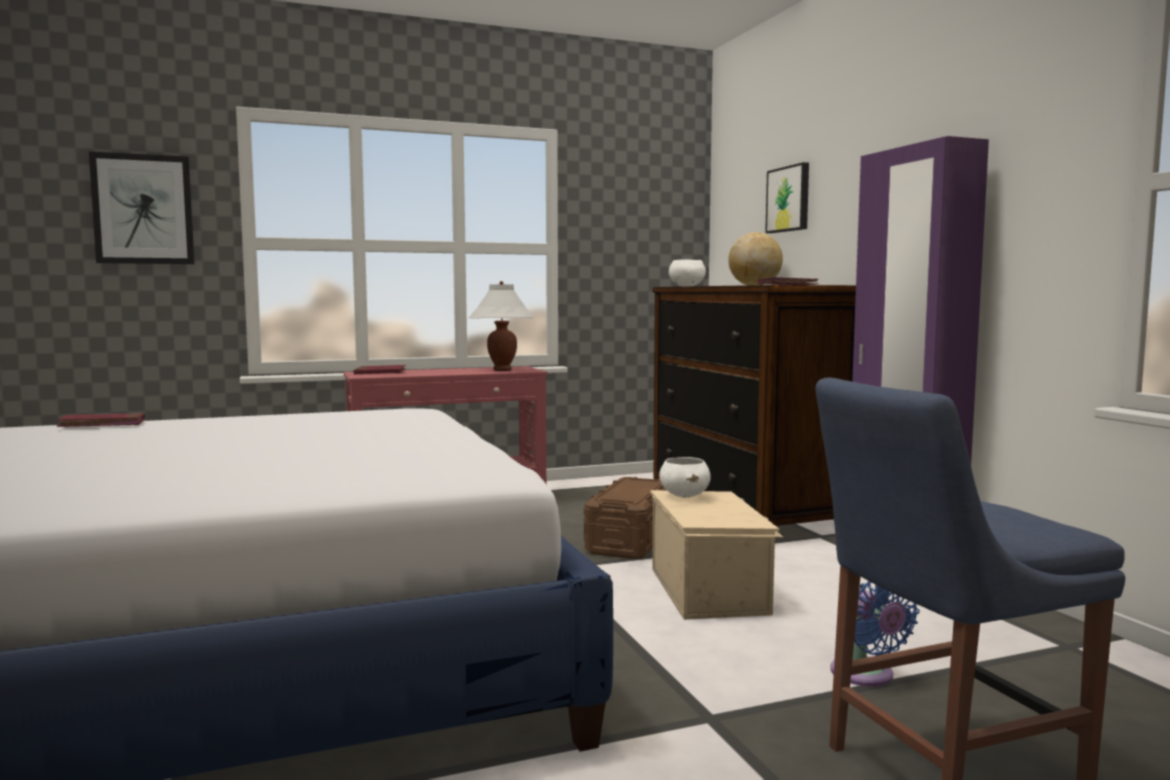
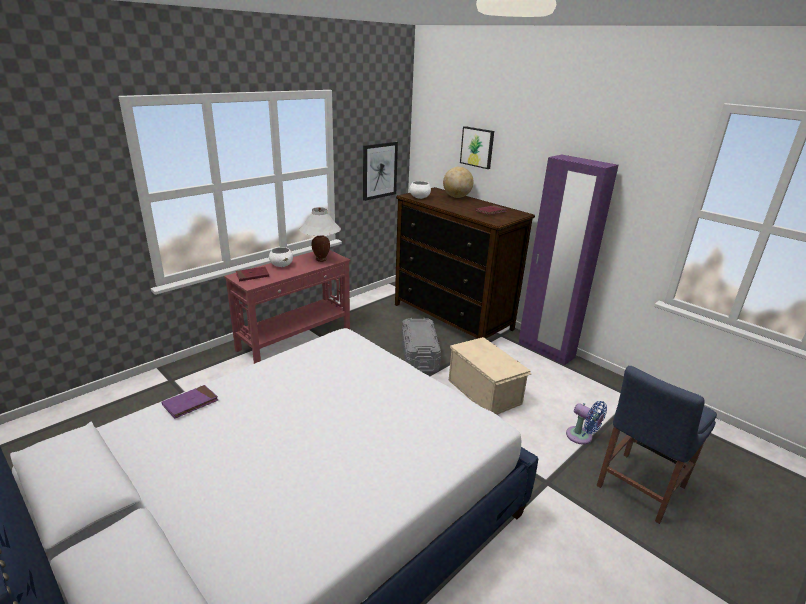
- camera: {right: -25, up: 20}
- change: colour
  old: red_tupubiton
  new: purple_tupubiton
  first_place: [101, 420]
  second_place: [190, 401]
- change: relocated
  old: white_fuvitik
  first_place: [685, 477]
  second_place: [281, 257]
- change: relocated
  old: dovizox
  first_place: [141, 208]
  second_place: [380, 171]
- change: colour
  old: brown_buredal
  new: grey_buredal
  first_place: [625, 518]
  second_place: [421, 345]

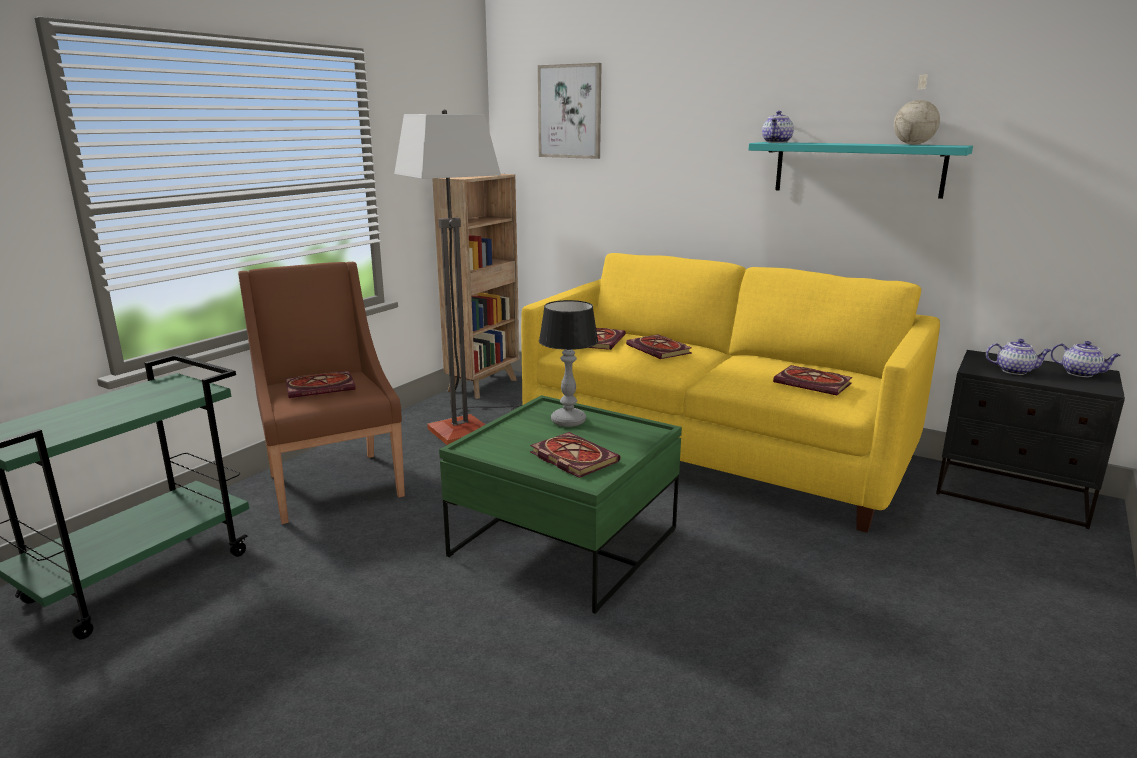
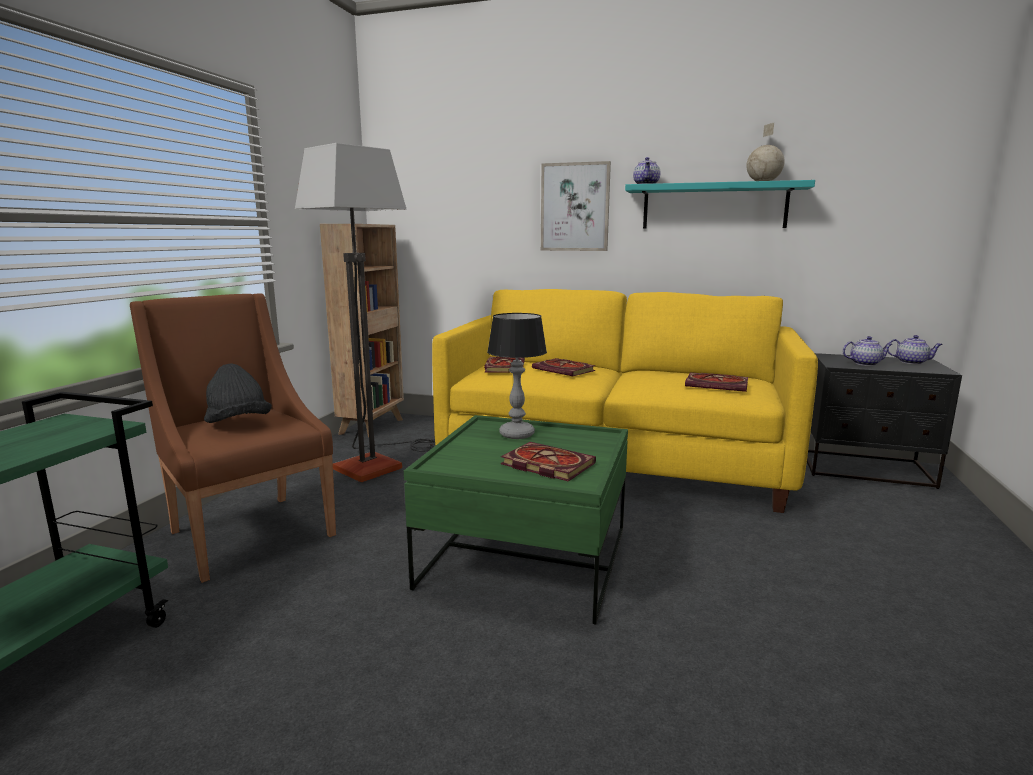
- camera: {right: -15, up: -5}
- change: exchanged
  old: tupubiton
  new: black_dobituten
  first_place: [320, 384]
  second_place: [238, 393]
- change: relocated
  old: dovizox
  first_place: [570, 111]
  second_place: [576, 206]

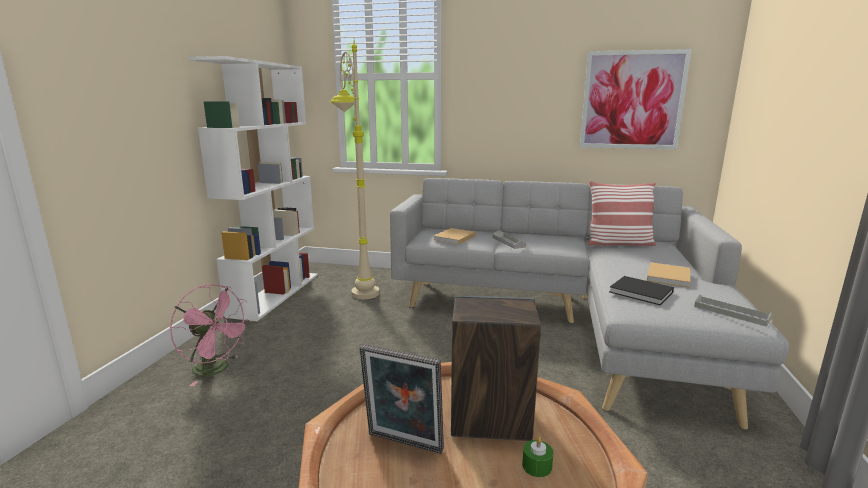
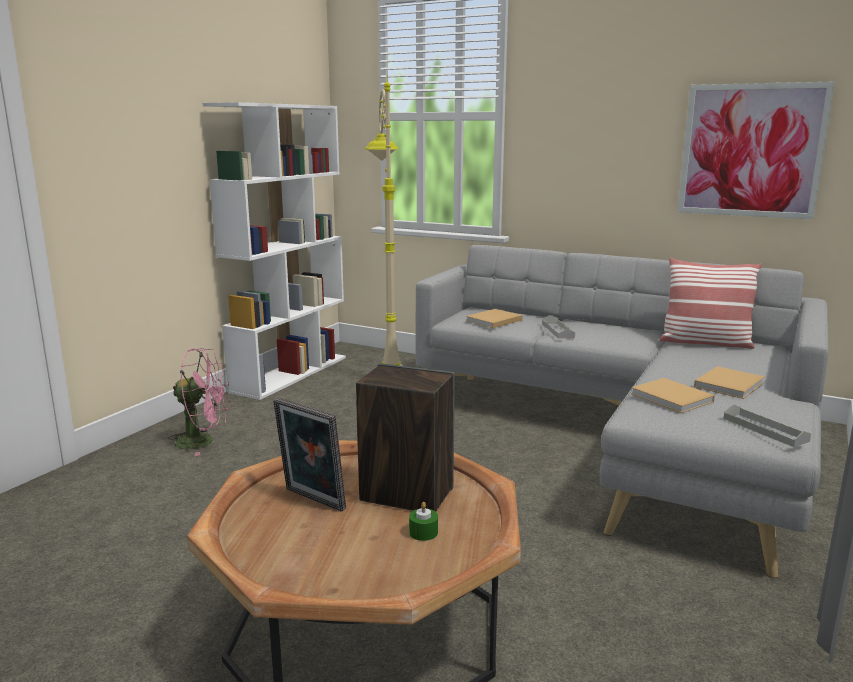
- camera: {right: 15, up: 0}
- change: spun
  old: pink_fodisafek
  first_place: [210, 335]
  second_place: [199, 402]
  degrees: -45
- change: colour
  old: black_tupubiton
  new: beige_tupubiton
  first_place: [641, 291]
  second_place: [673, 395]

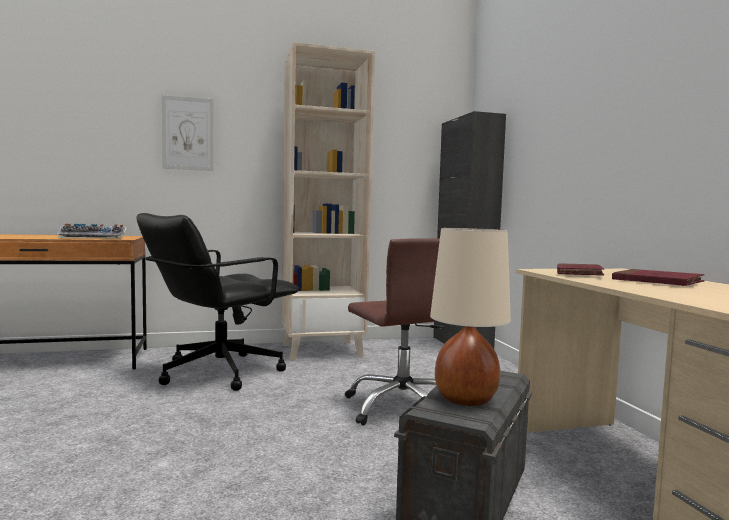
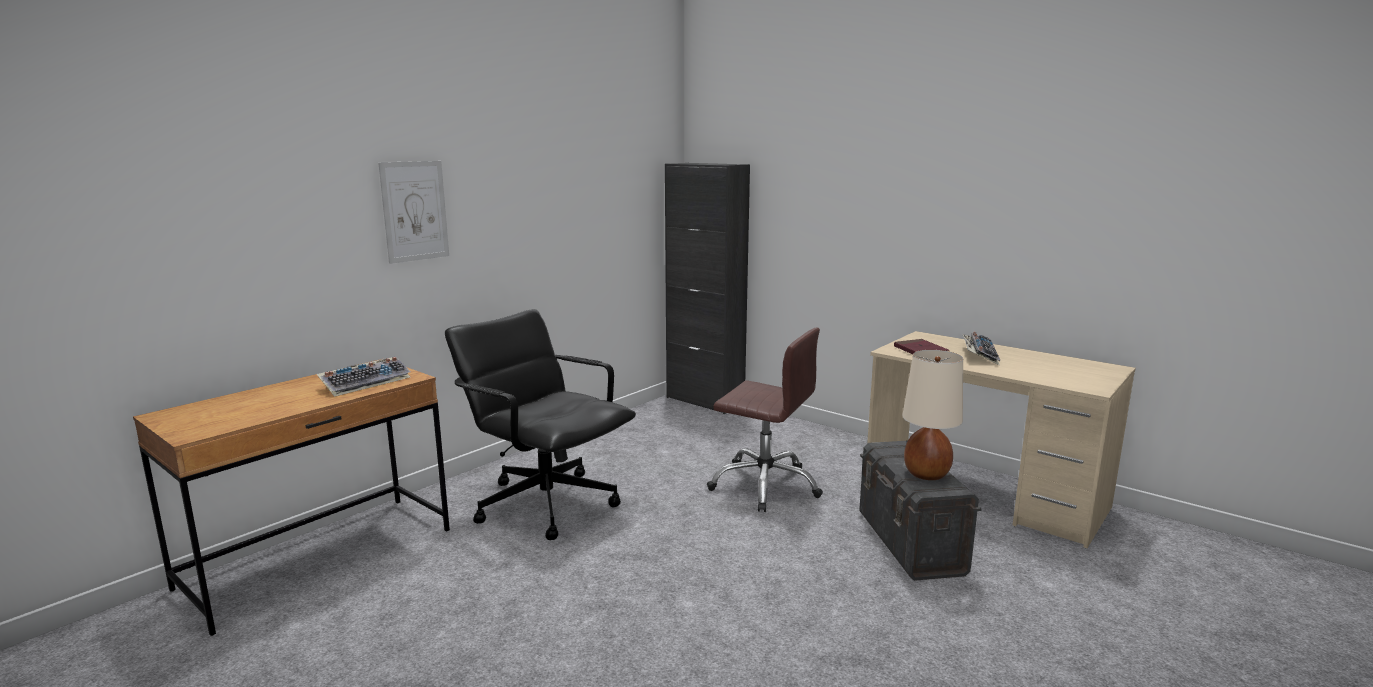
- camera: {right: -35, up: 10}
- change: spun
  old: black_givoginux
  first_place: [218, 302]
  second_place: [540, 424]
  degrees: 120
- change: exchanged
  old: red_tupubiton
  new: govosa
  first_place: [658, 277]
  second_place: [981, 348]
- change: missing
  old: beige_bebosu
  first_place: [328, 201]

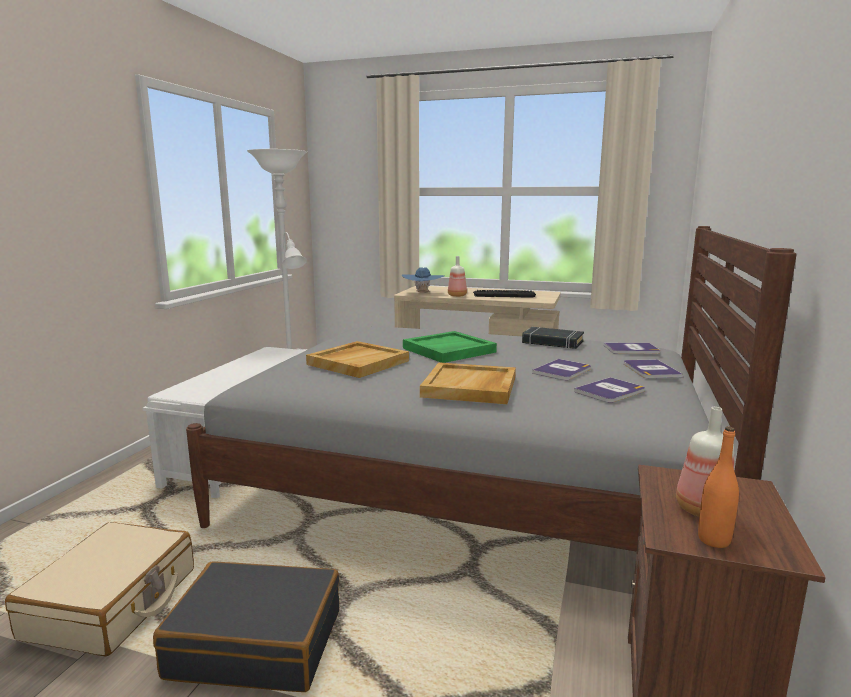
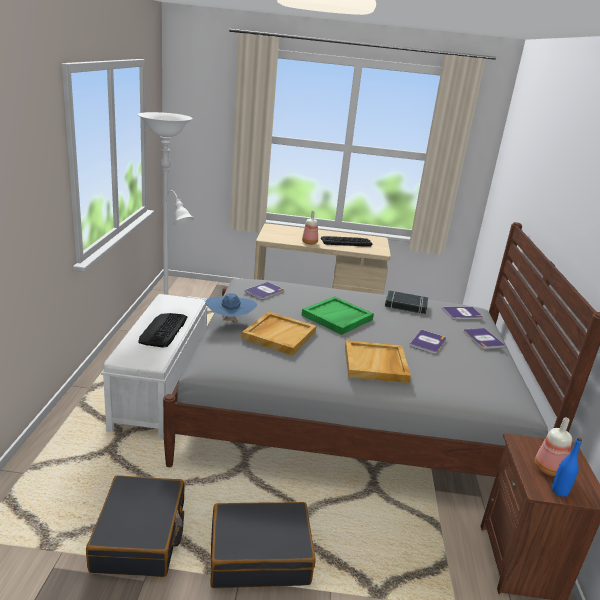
- camera: {right: -15, up: 10}
- change: colour
  old: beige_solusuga
  new: black_solusuga
  first_place: [99, 589]
  second_place: [135, 526]
- change: appeared
  new: govosa
  second_place: [162, 330]
- change: relocated
  old: blue_dobituten
  first_place: [423, 280]
  second_place: [231, 307]
- change: relocated
  old: tupubiton
  first_place: [609, 390]
  second_place: [264, 291]
- change: colour
  old: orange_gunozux
  new: blue_gunozux
  first_place: [718, 487]
  second_place: [567, 467]

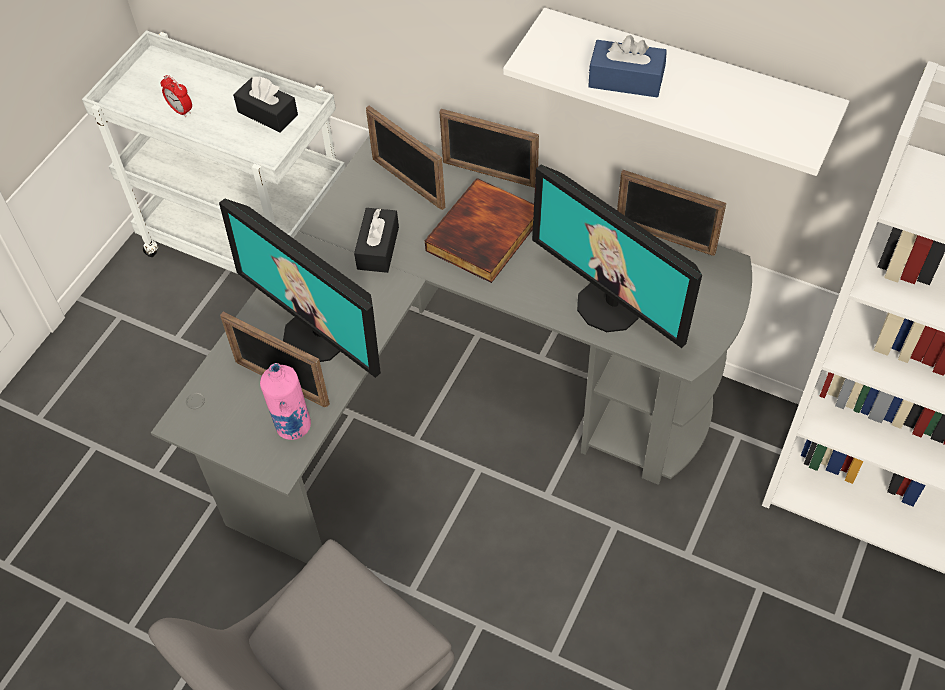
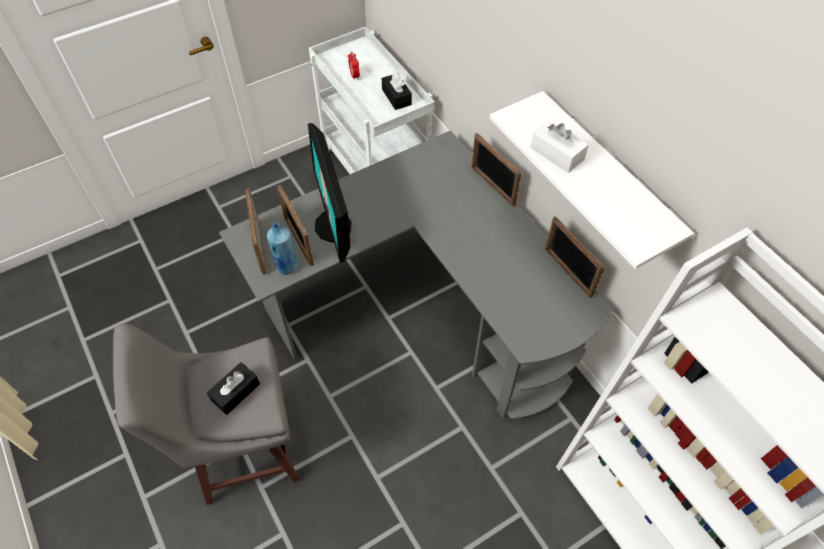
- camera: {right: 30, up: 0}
- change: relocated
  old: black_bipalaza
  first_place: [376, 240]
  second_place: [233, 388]
- change: relocated
  old: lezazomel
  first_place: [405, 158]
  second_place: [255, 231]
- change: colour
  old: pink_gunozux
  new: blue_gunozux
  first_place: [285, 401]
  second_place: [283, 249]
- change: colour
  old: blue_bipalaza
  new: white_bipalaza
  first_place: [627, 66]
  second_place: [560, 146]
- change: missing
  old: tupubiton
  first_place: [479, 230]
- change: missing
  old: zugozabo
  first_place: [617, 256]

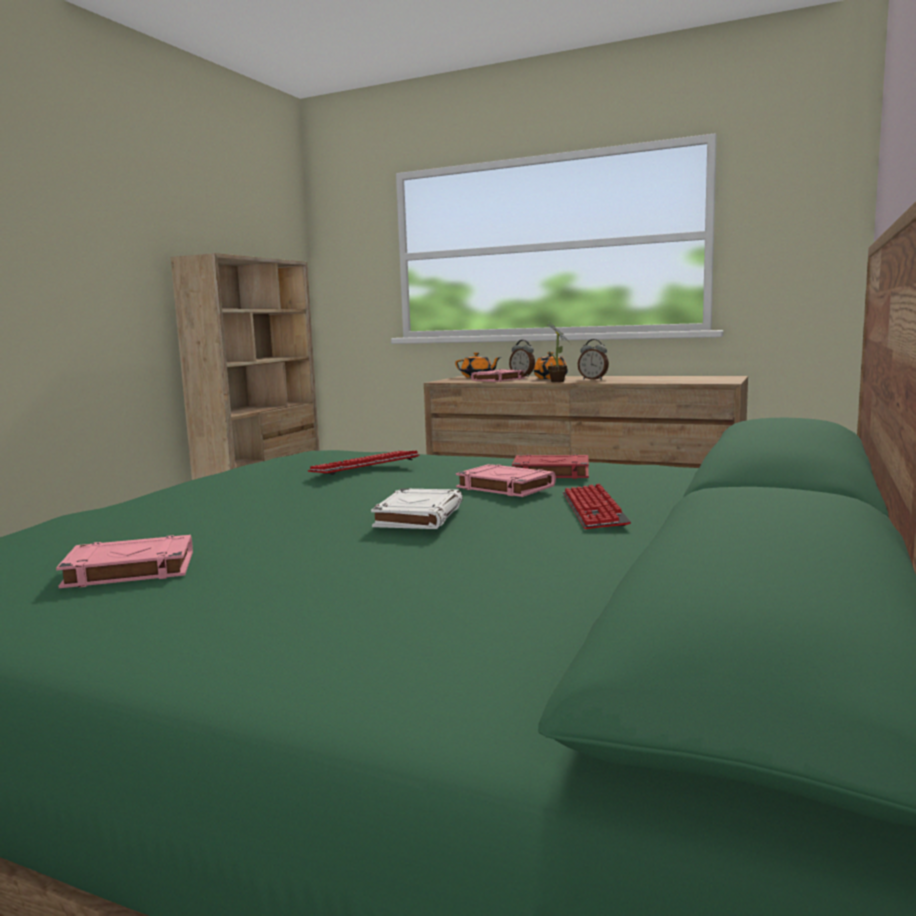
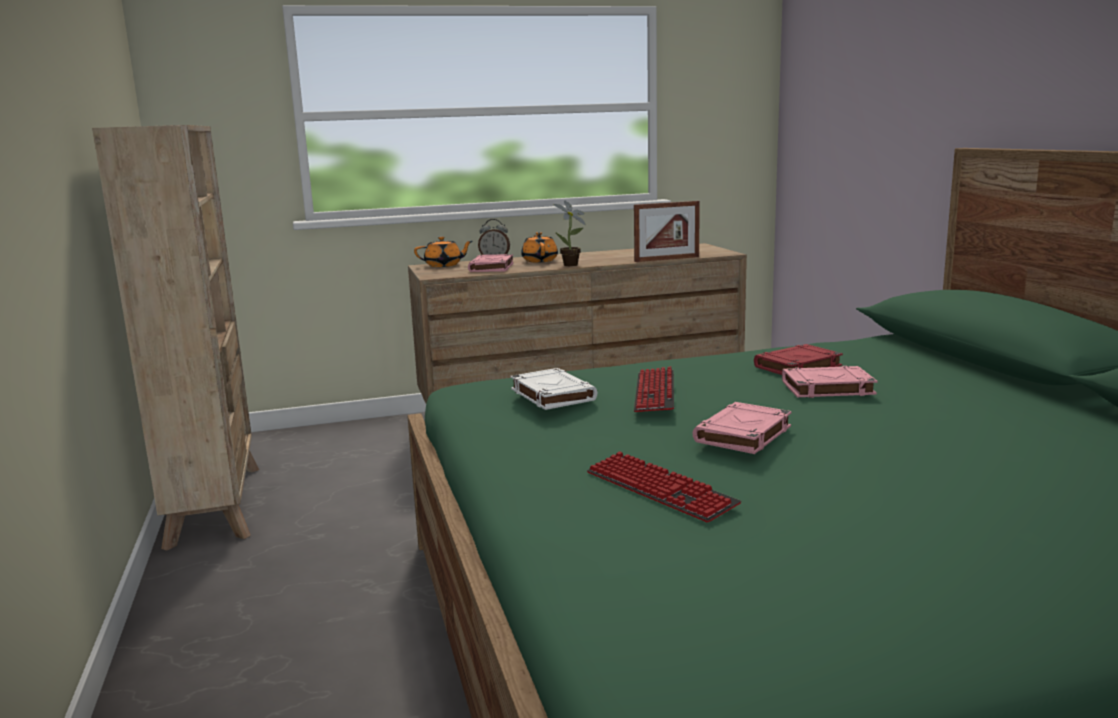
- camera: {right: -40, up: 5}
- change: relocated
  old: white_tupubiton
  first_place: [417, 508]
  second_place: [554, 389]
- change: relocated
  old: govosa
  first_place: [597, 506]
  second_place: [664, 486]
- change: appeared
  new: lezazomel
  second_place: [667, 231]
- change: relocated
  old: pink_tupubiton
  first_place: [124, 561]
  second_place: [742, 428]
- change: missing
  old: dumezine
  first_place: [593, 359]

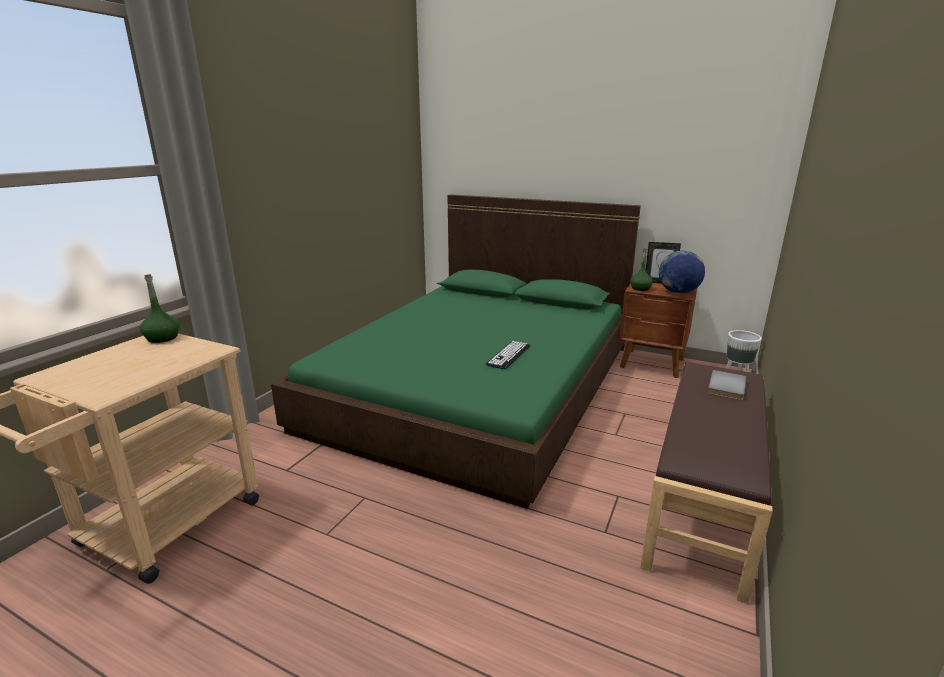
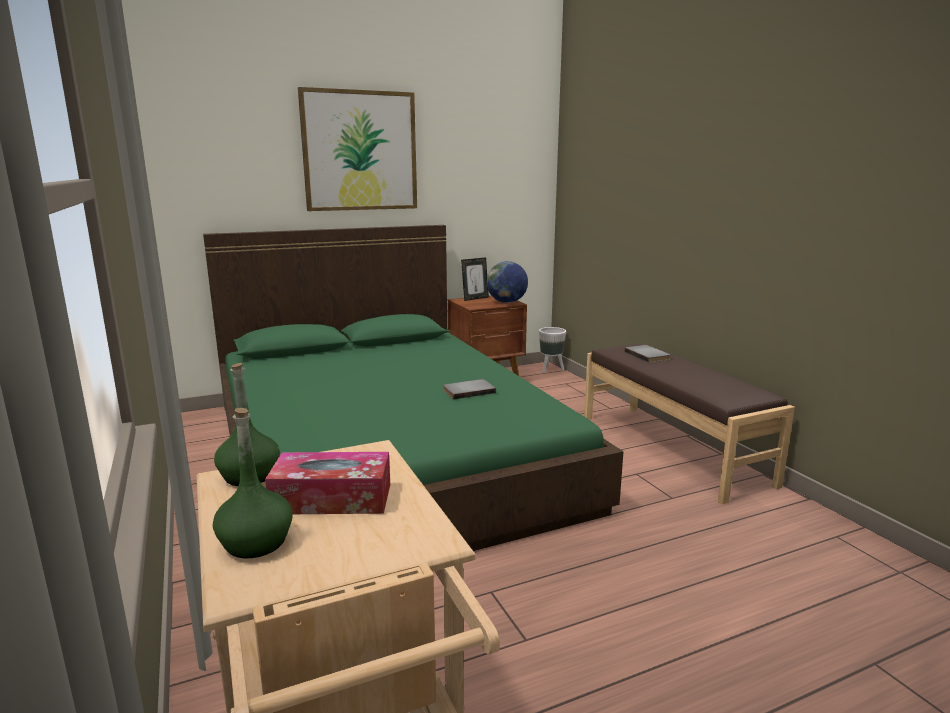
- camera: {right: -50, up: -5}
- change: relocated
  old: green_gunozux
  first_place: [641, 269]
  second_place: [252, 483]
- change: appeared
  new: bipalaza
  second_place: [327, 483]
- change: appeared
  new: dovizox
  second_place: [357, 149]
- change: exchanged
  old: govosa
  new: grey_tupubiton
  first_place: [508, 355]
  second_place: [469, 389]

